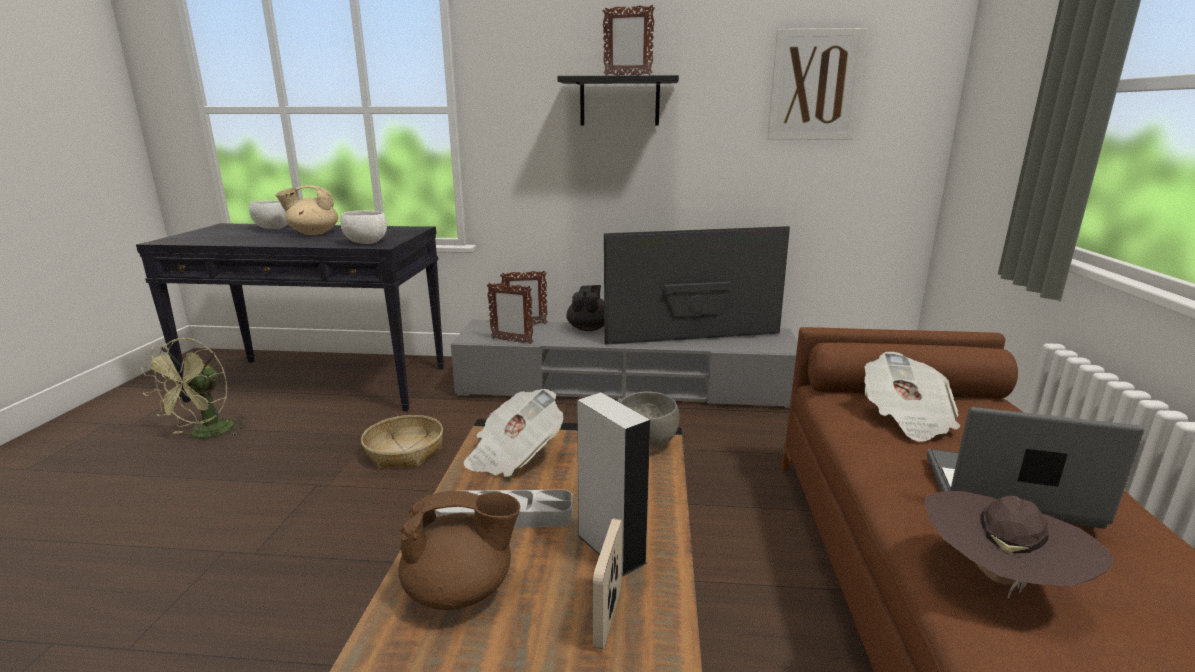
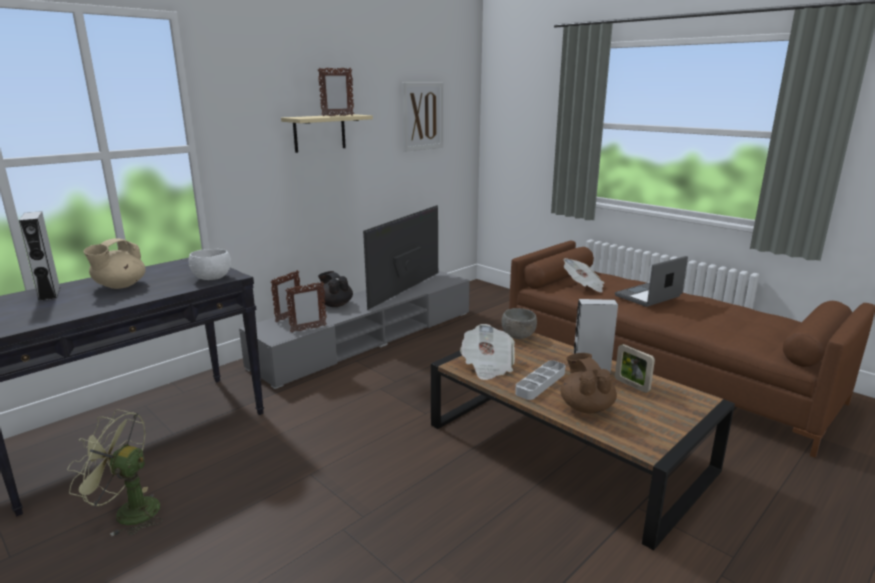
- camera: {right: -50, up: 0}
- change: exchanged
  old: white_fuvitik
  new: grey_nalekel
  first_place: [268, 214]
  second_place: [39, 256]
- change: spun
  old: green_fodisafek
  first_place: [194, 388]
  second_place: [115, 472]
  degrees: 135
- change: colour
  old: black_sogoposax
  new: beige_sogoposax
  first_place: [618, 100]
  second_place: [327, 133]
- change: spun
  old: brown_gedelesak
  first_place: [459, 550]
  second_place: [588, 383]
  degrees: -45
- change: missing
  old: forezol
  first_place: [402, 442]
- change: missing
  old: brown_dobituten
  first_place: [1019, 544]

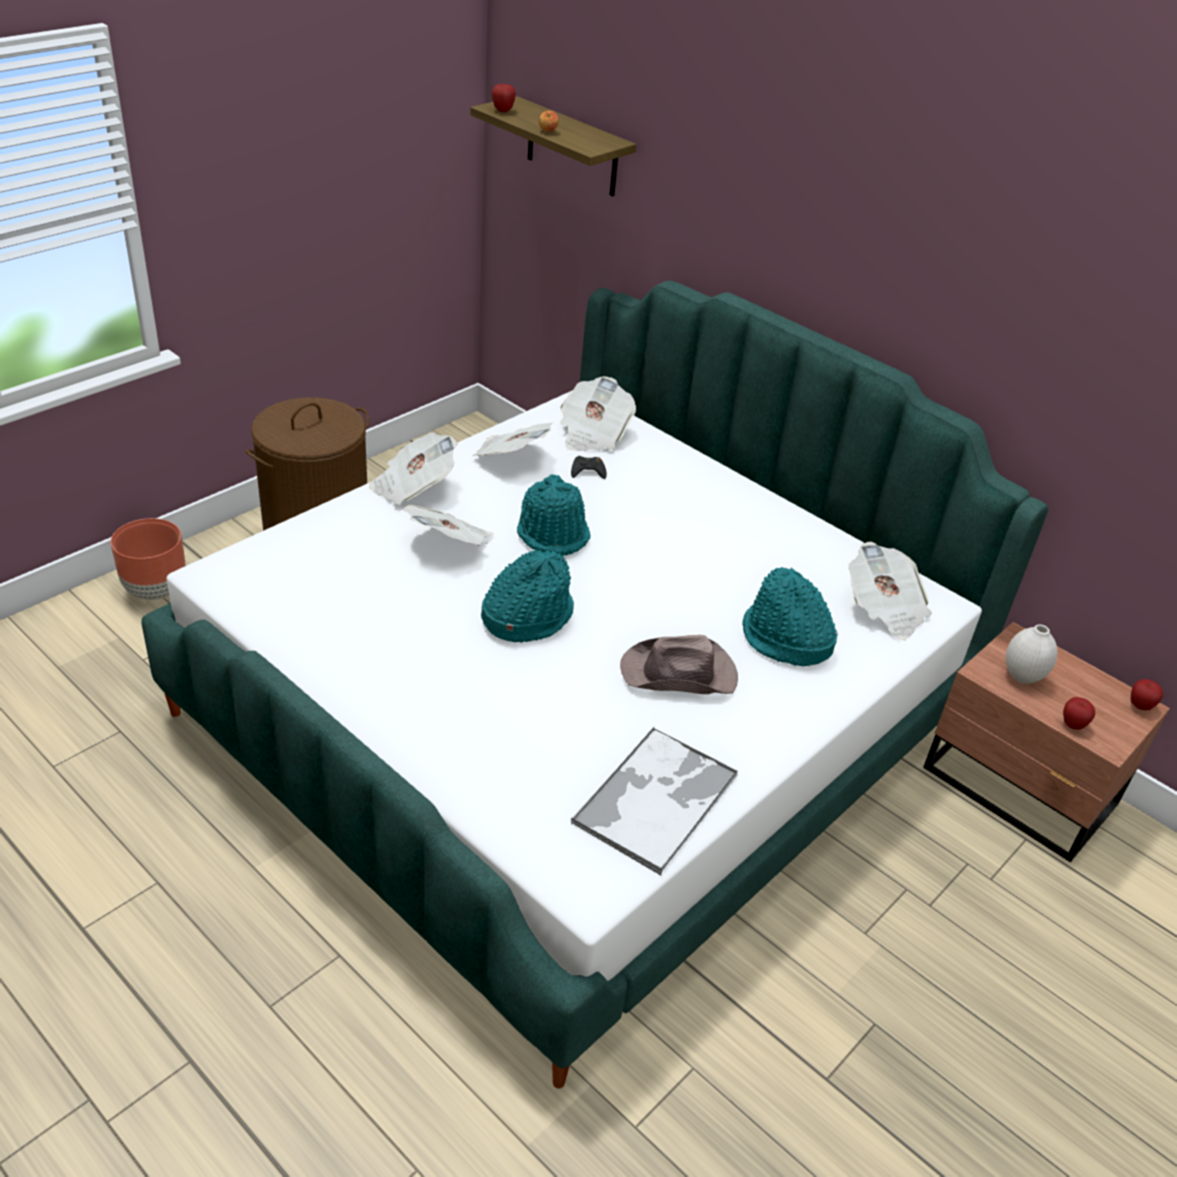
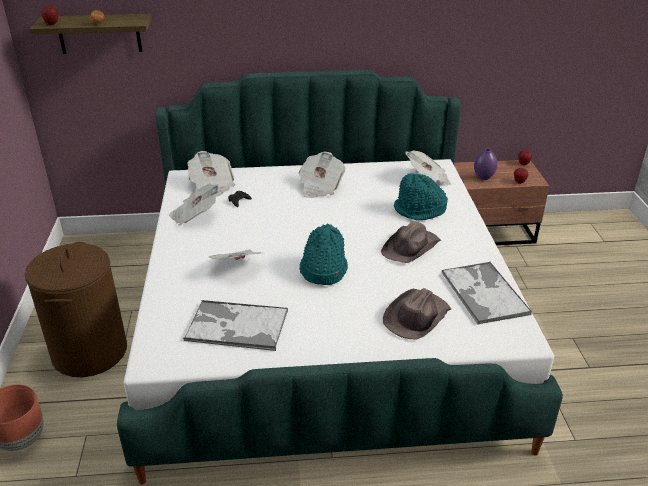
- camera: {right: -45, up: -5}
- change: appeared
  new: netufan
  second_place: [235, 325]
- change: relocated
  old: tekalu
  first_place: [413, 469]
  second_place: [322, 175]
- change: appeared
  new: brown_dobituten
  second_place: [417, 313]
- change: colour
  old: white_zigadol
  new: purple_zigadol
  first_place: [1031, 654]
  second_place: [486, 164]
- change: missing
  old: turquoise_dobituten
  first_place: [553, 515]

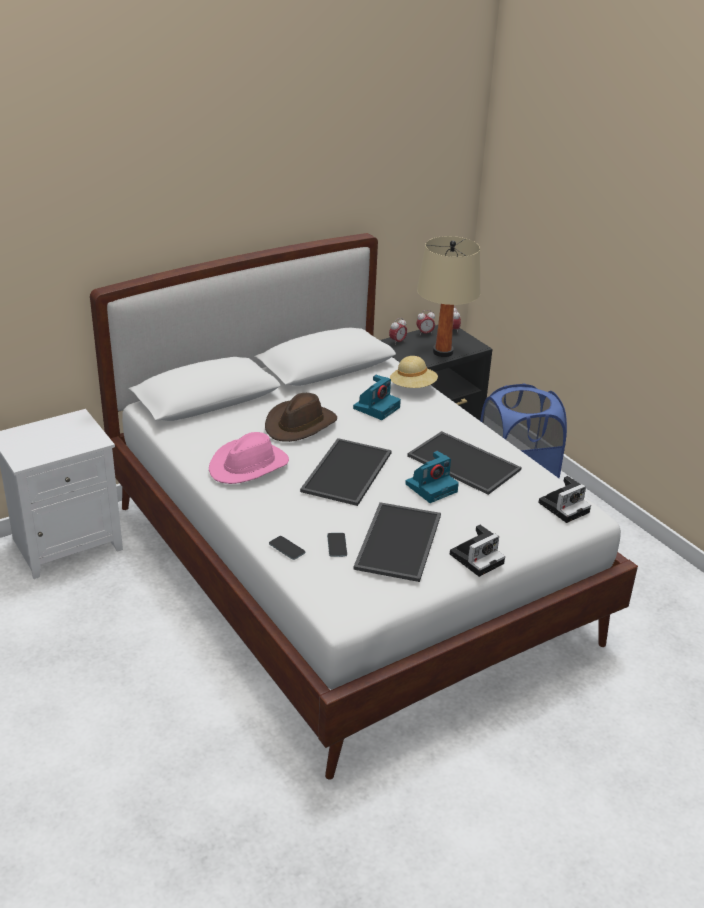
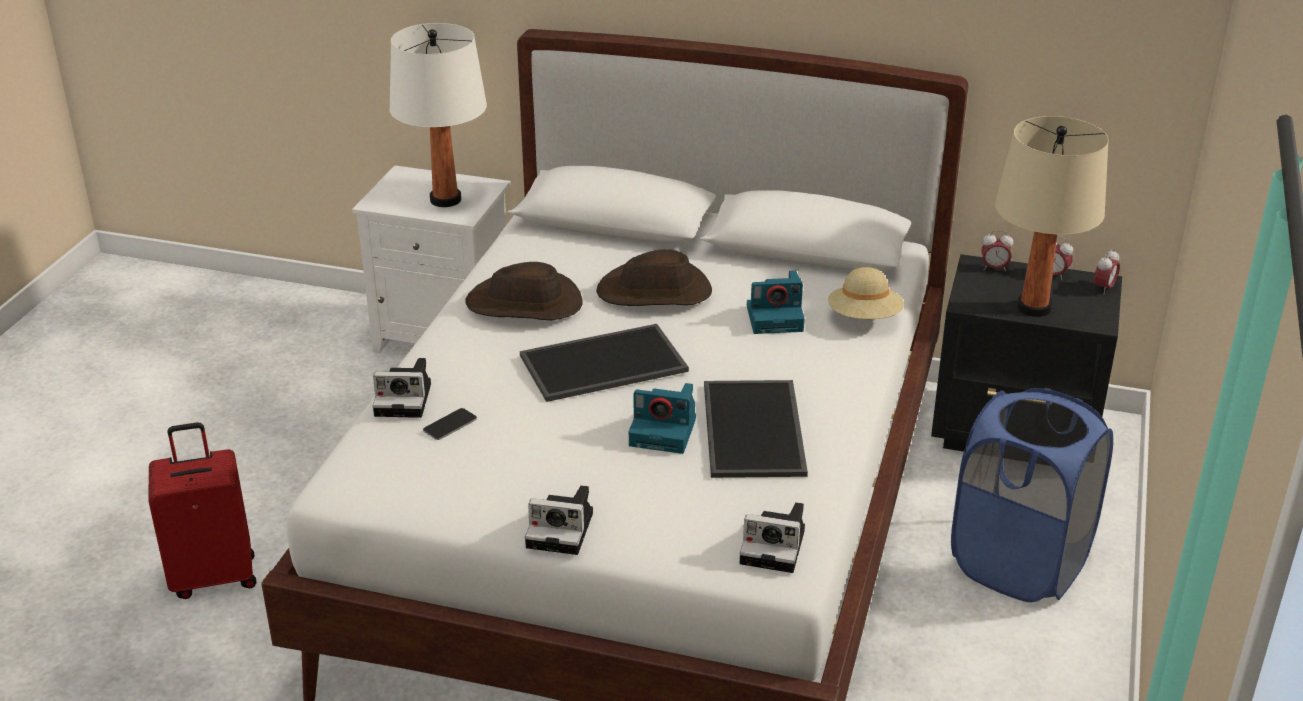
- camera: {right: 50, up: 0}
- change: appeared
  new: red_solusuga
  second_place: [202, 510]
- change: exchanged
  old: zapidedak
  new: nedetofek
  first_place: [287, 548]
  second_place: [402, 388]
- change: appeared
  new: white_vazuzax
  second_place: [438, 115]
- change: colour
  old: pink_dobituten
  new: brown_dobituten
  first_place: [249, 458]
  second_place: [524, 291]
- change: missing
  old: netufan
  first_place: [397, 542]

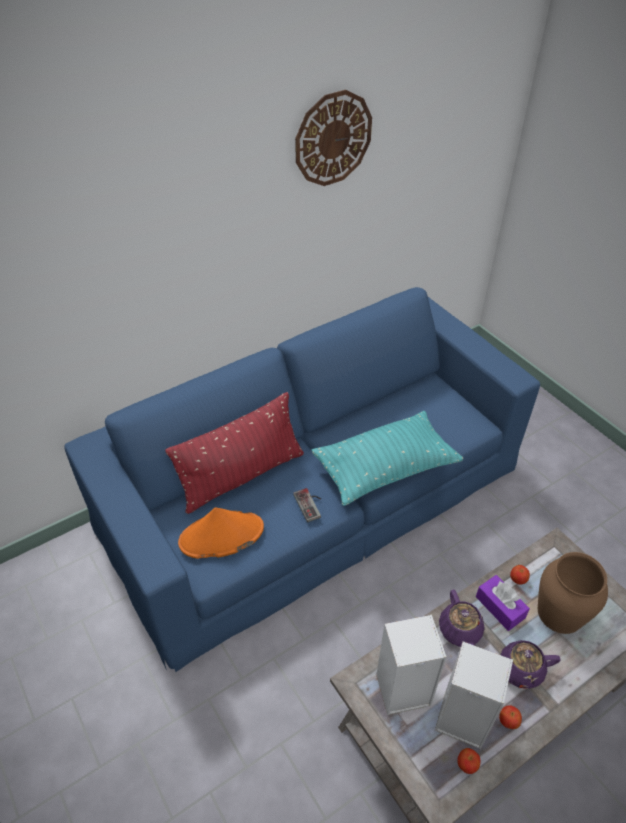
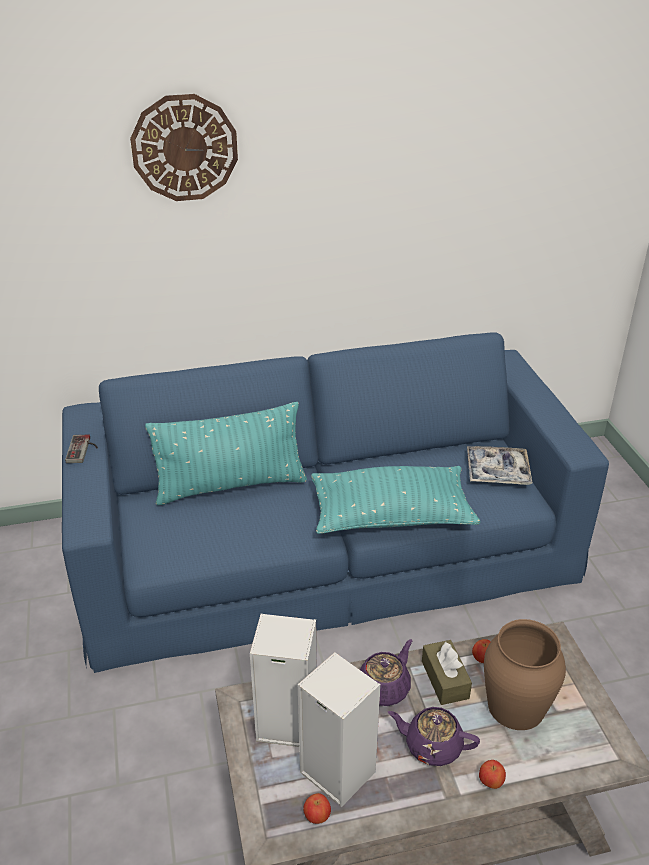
- camera: {right: 20, up: -10}
- change: relocated
  old: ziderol
  first_place: [307, 505]
  second_place: [81, 449]
- change: relocated
  old: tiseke
  first_place: [333, 138]
  second_place: [184, 147]
- change: colour
  old: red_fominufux
  new: turquoise_fominufux
  first_place: [234, 453]
  second_place: [226, 453]
- change: spun
  old: purple_gedelesak
  first_place: [462, 618]
  second_place: [386, 672]
  degrees: -150
- change: colour
  old: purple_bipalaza
  new: brown_bipalaza
  first_place: [503, 603]
  second_place: [447, 672]
- change: appeared
  new: netufan
  second_place: [500, 465]
- change: relocated
  old: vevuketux
  first_place: [510, 717]
  second_place: [492, 774]
- change: missing
  old: orange_dobituten
  first_place: [221, 533]

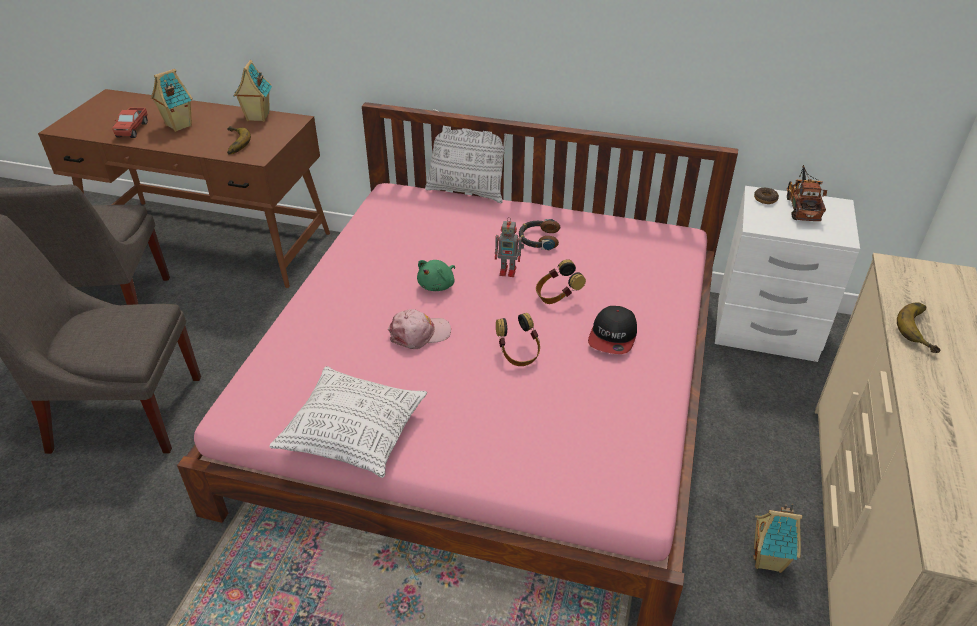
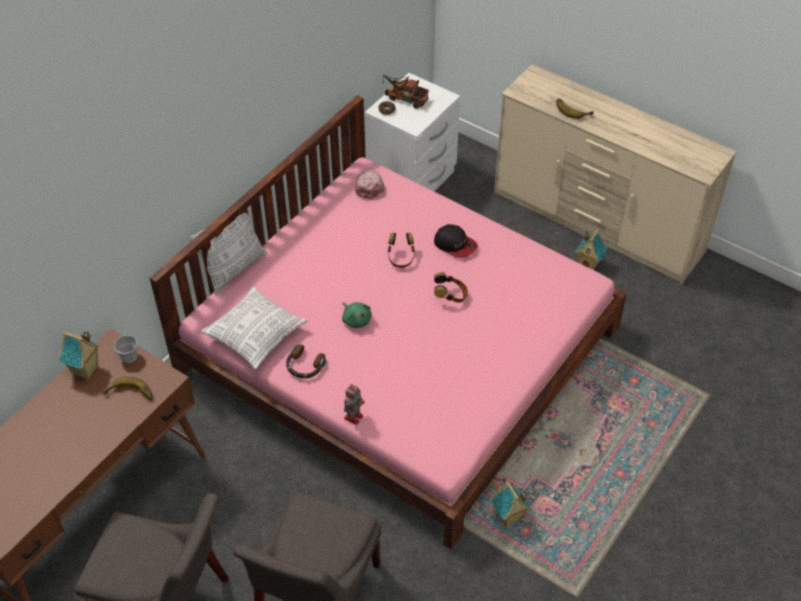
- camera: {right: -70, up: 10}
- change: appeared
  new: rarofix
  second_place: [126, 349]
- change: relocated
  old: fominufux
  first_place: [348, 422]
  second_place: [254, 328]
- change: relocated
  old: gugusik
  first_place: [539, 234]
  second_place: [306, 361]
- change: relocated
  old: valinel
  first_place: [509, 247]
  second_place: [354, 404]
- change: relocated
  old: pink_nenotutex
  first_place: [419, 329]
  second_place: [370, 184]
- change: relocated
  old: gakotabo
  first_place: [172, 100]
  second_place: [511, 504]
- change: missing
  old: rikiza
  first_place: [130, 123]

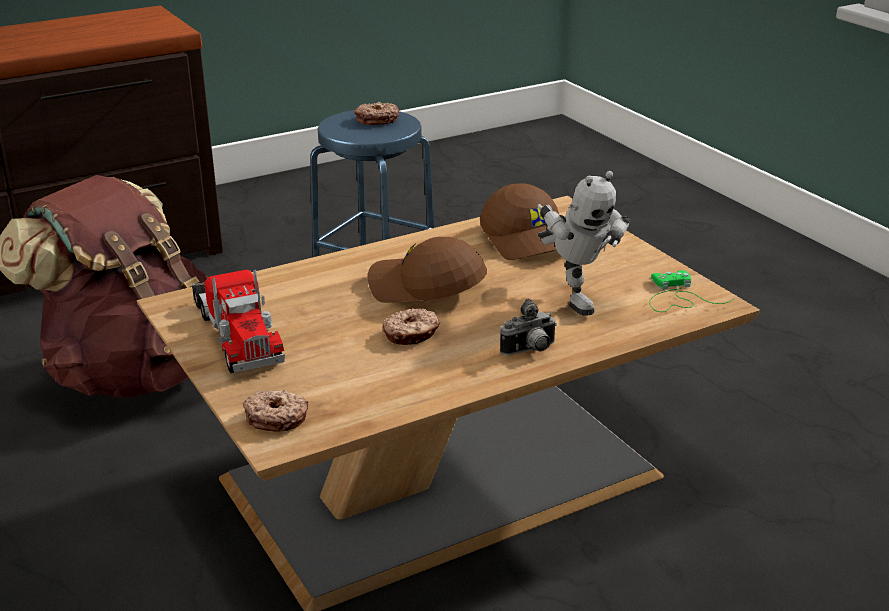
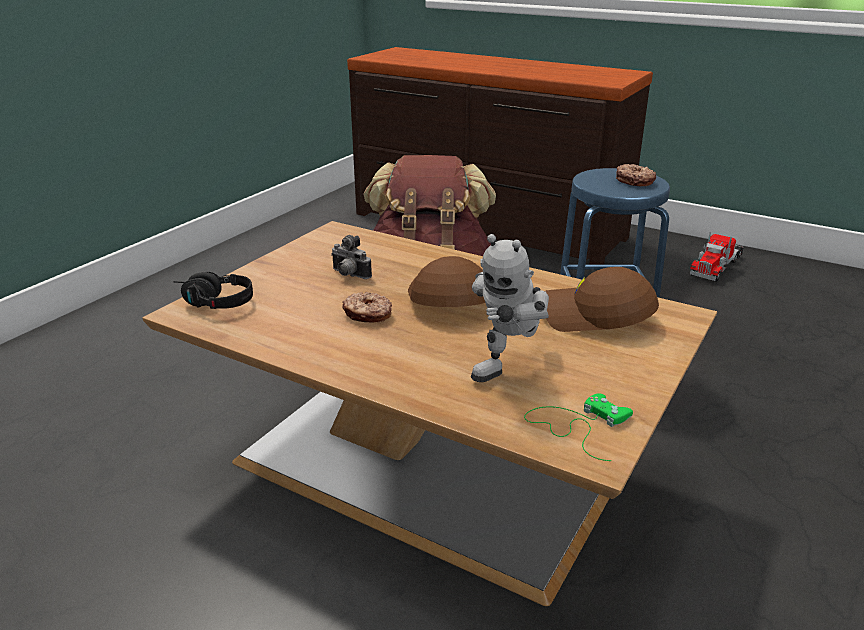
- camera: {right: 60, up: 0}
- change: exchanged
  old: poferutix
  new: black_gugusik
  first_place: [275, 410]
  second_place: [213, 290]
- change: relocated
  old: nedetofek
  first_place: [528, 327]
  second_place: [351, 257]
- change: spun
  old: brown_nenotutex
  first_place: [519, 221]
  second_place: [602, 299]
  degrees: 75
- change: relocated
  old: rikiza
  first_place: [238, 321]
  second_place: [717, 257]

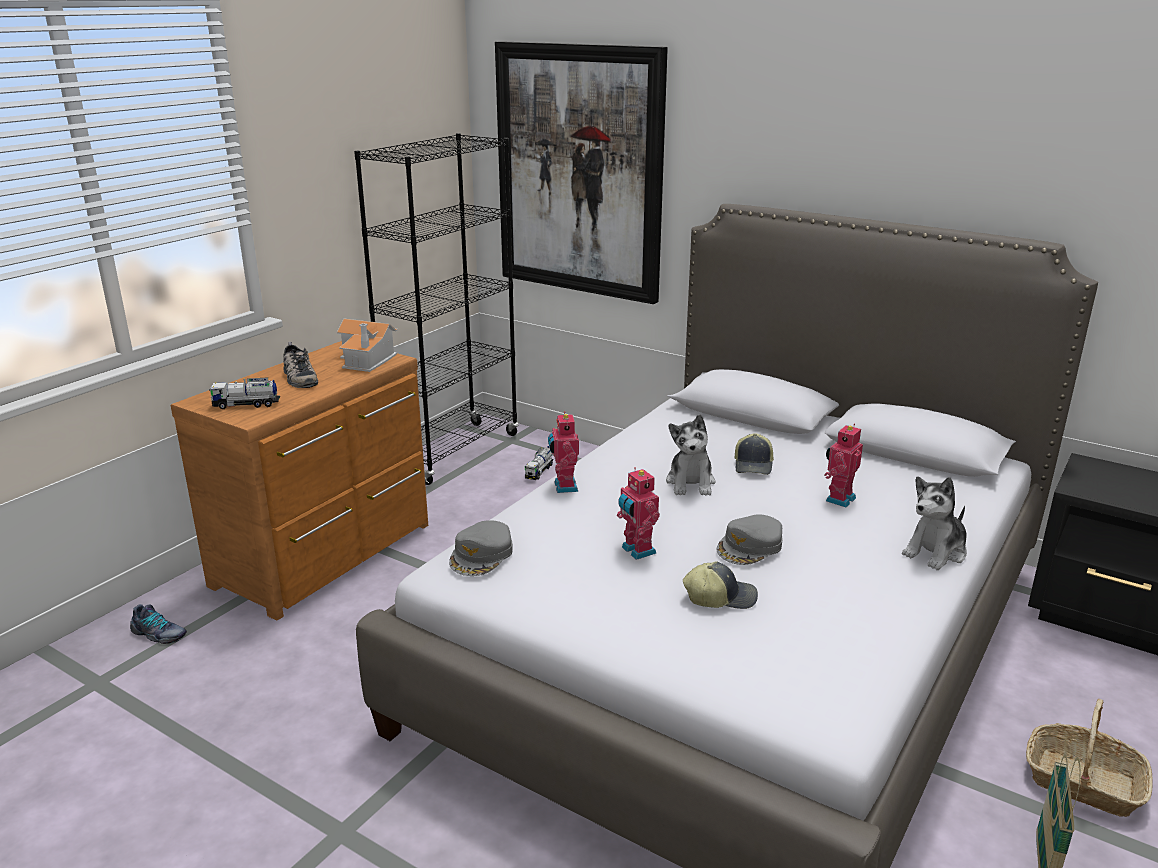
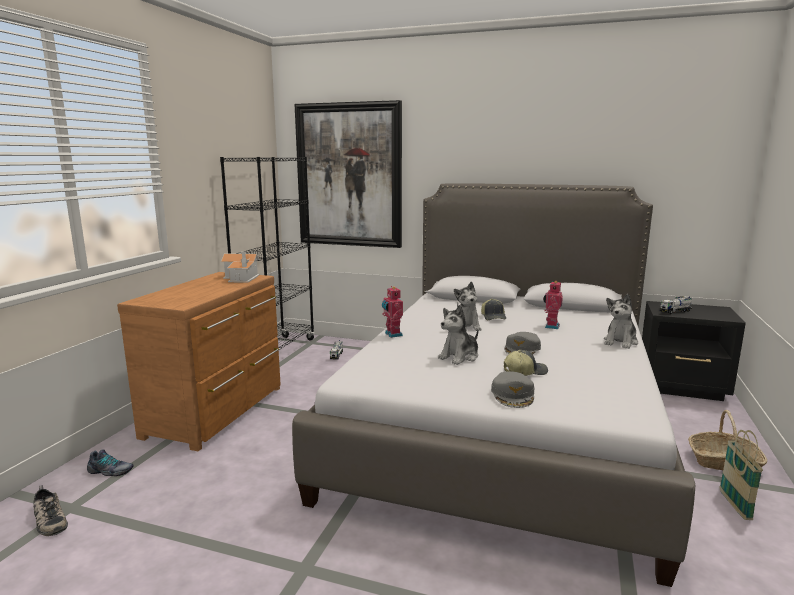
- camera: {right: -15, up: -10}
- change: relocated
  old: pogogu
  first_place: [300, 365]
  second_place: [50, 510]
- change: exchanged
  old: valinel
  new: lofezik
  first_place: [638, 513]
  second_place: [458, 335]
- change: relocated
  old: grey_nenotutex
  first_place: [481, 548]
  second_place: [512, 389]
- change: relocated
  old: rikiza
  first_place: [244, 393]
  second_place: [676, 305]

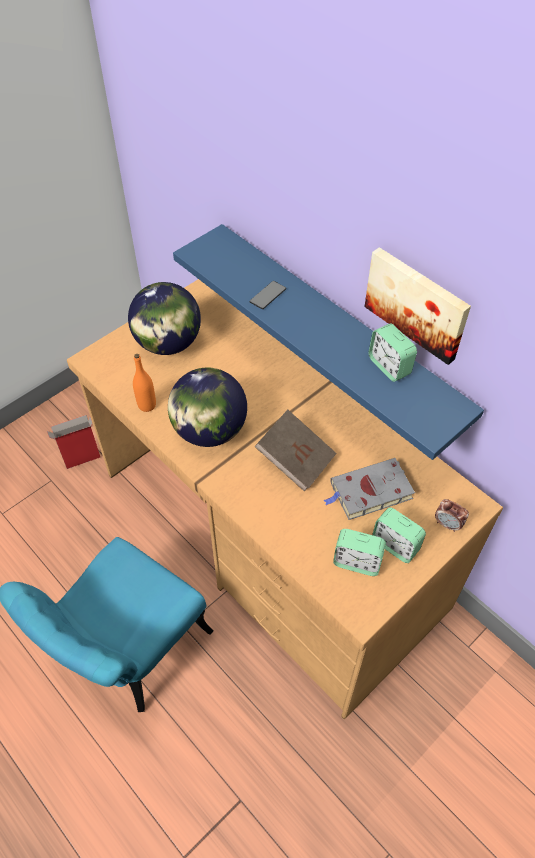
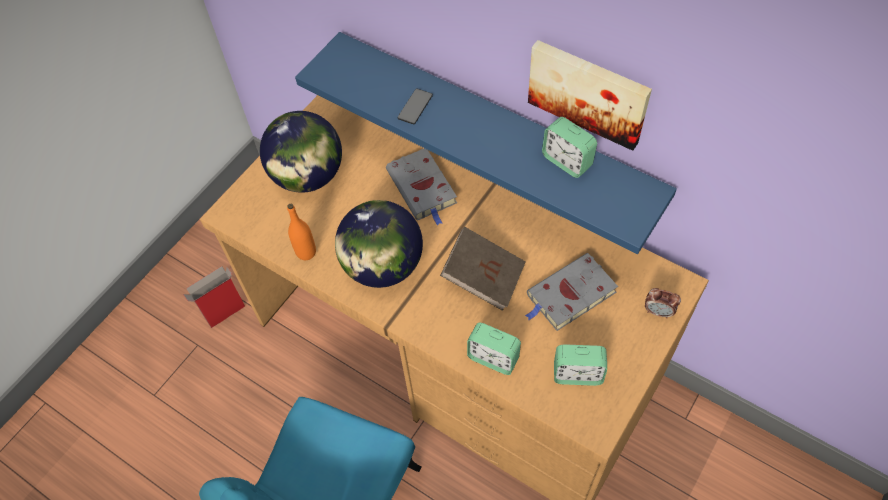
- camera: {right: -10, up: 5}
- change: appeared
  new: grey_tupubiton
  second_place: [421, 187]
- change: relocated
  old: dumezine
  first_place: [399, 535]
  second_place: [494, 349]

